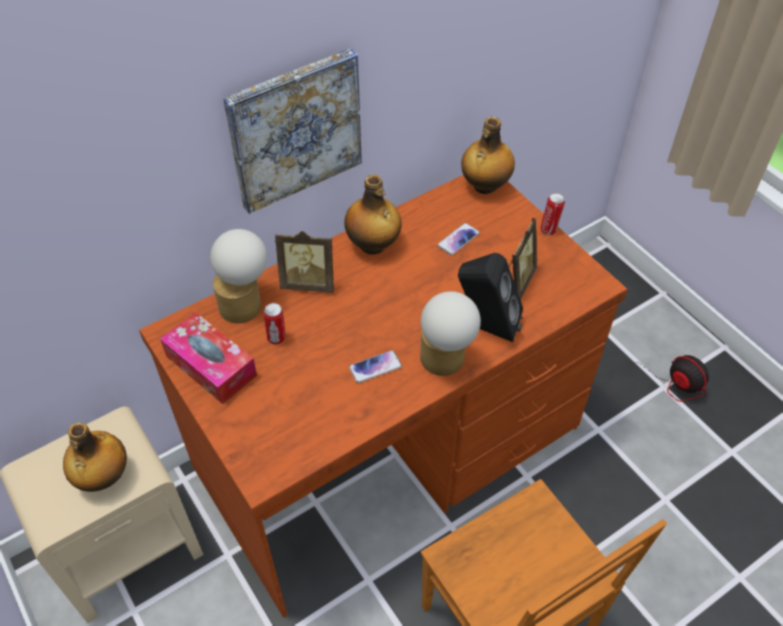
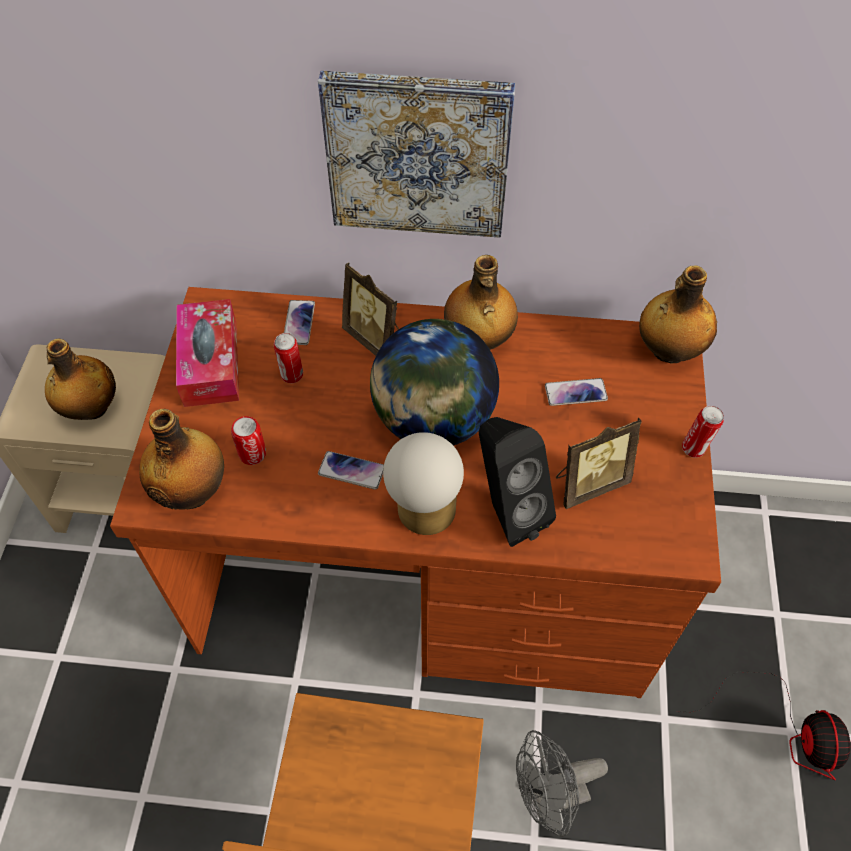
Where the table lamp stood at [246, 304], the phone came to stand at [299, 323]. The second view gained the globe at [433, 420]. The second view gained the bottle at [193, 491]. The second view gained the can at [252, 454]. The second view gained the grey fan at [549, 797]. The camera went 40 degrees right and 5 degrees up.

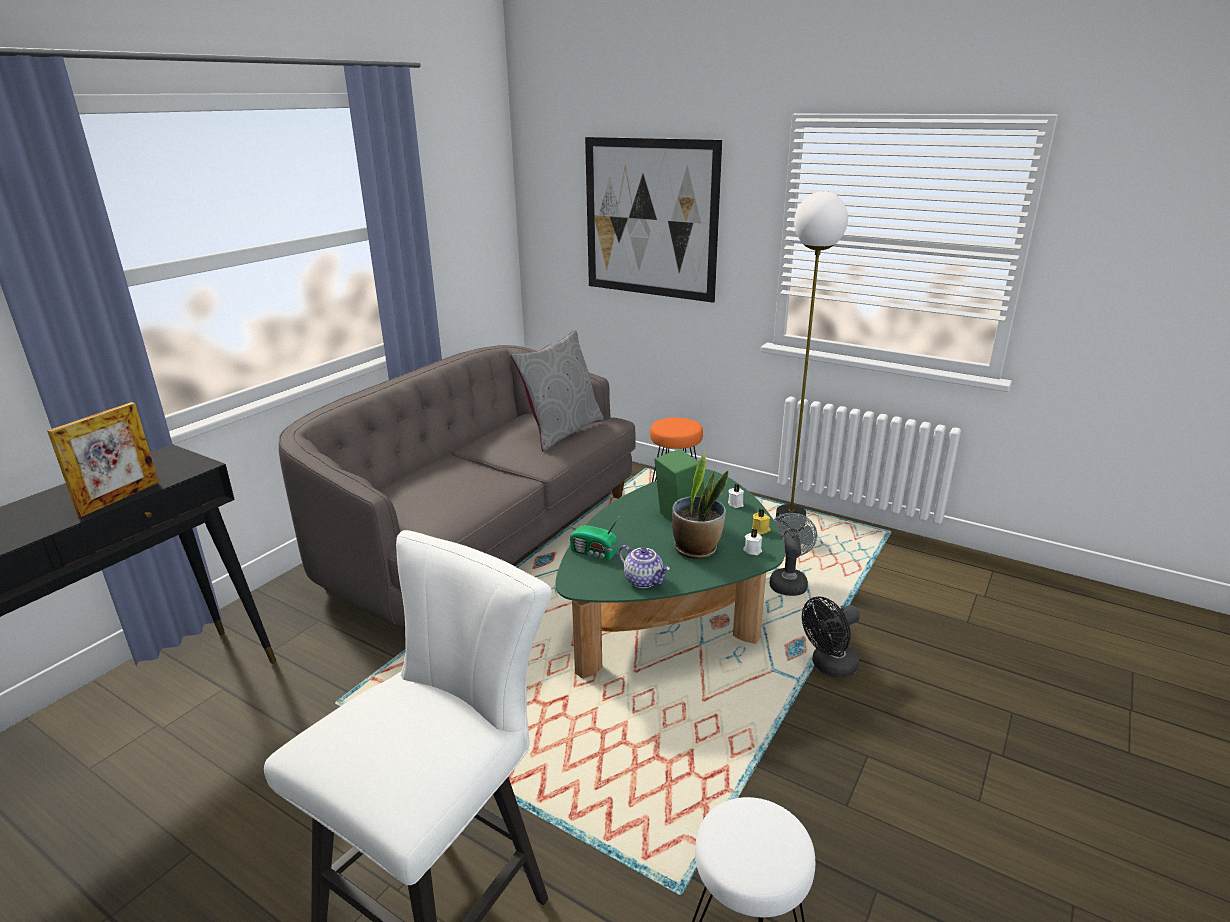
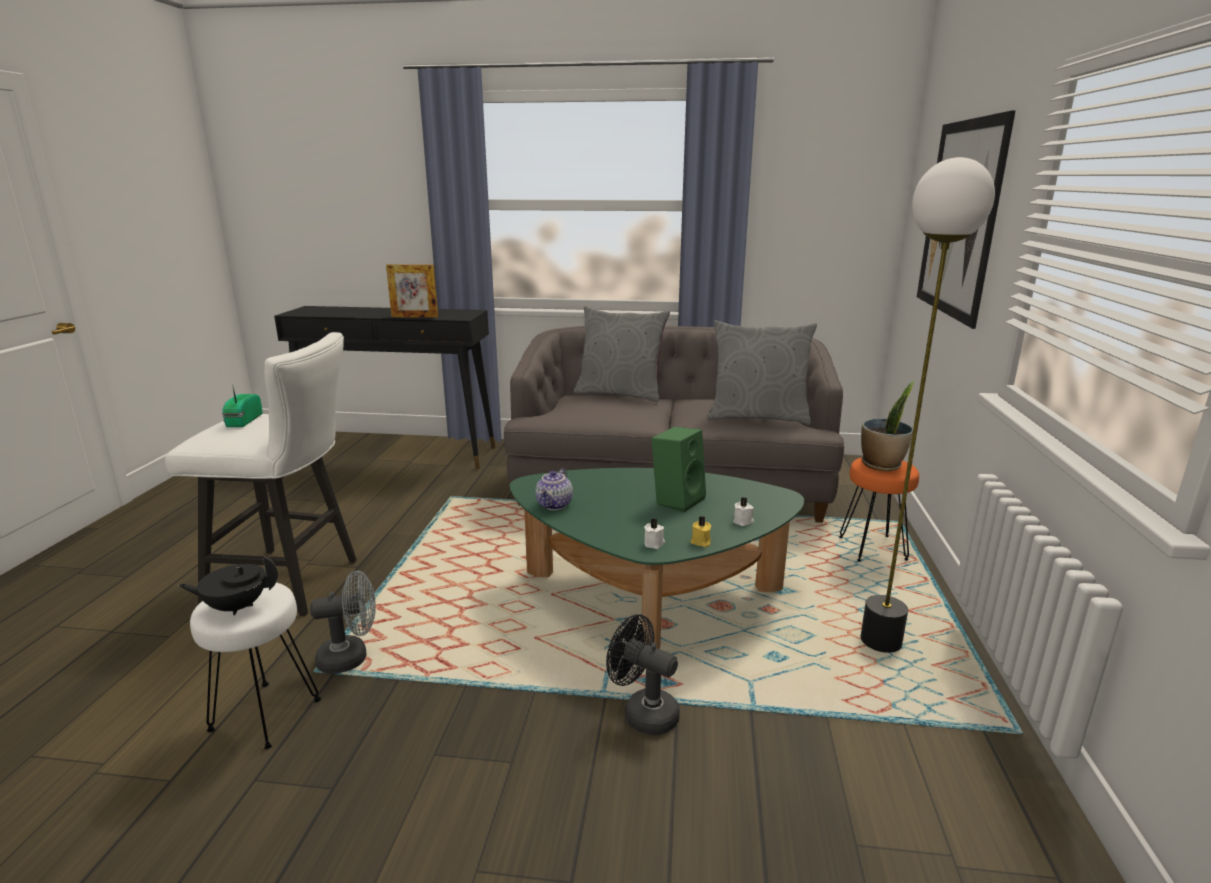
The potted plant ended up elsewhere, having gone from [696, 549] to [882, 465]. The grey fan ended up elsewhere, having gone from [787, 582] to [351, 657]. The radio ended up elsewhere, having gone from [594, 553] to [242, 421]. The second view gained the grey pillow at [620, 393]. The second view gained the black teapot at [236, 607]. The camera went 65 degrees right and 5 degrees down.

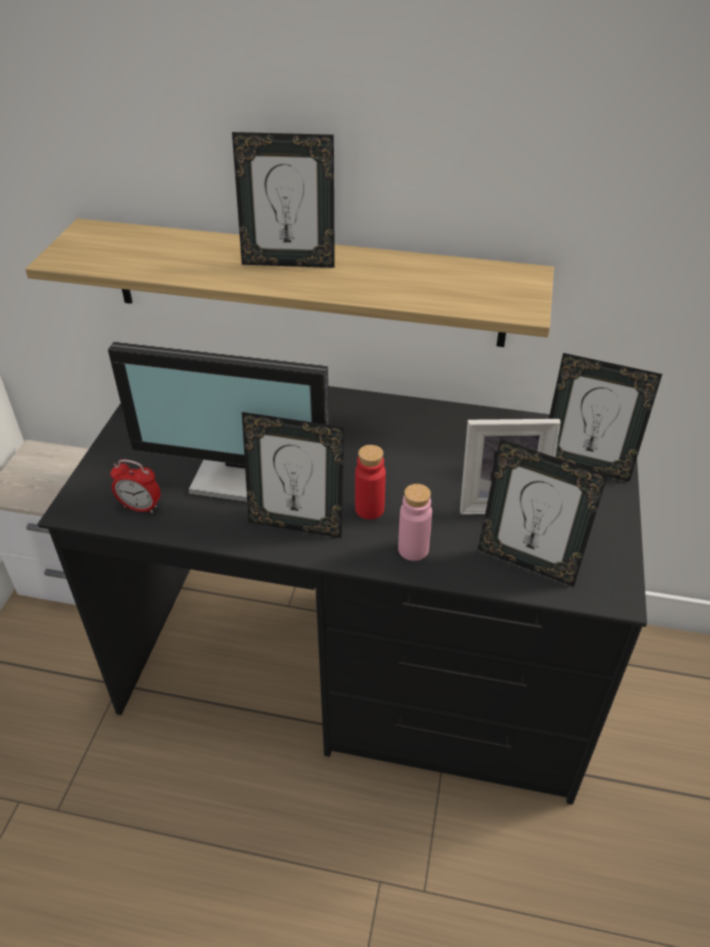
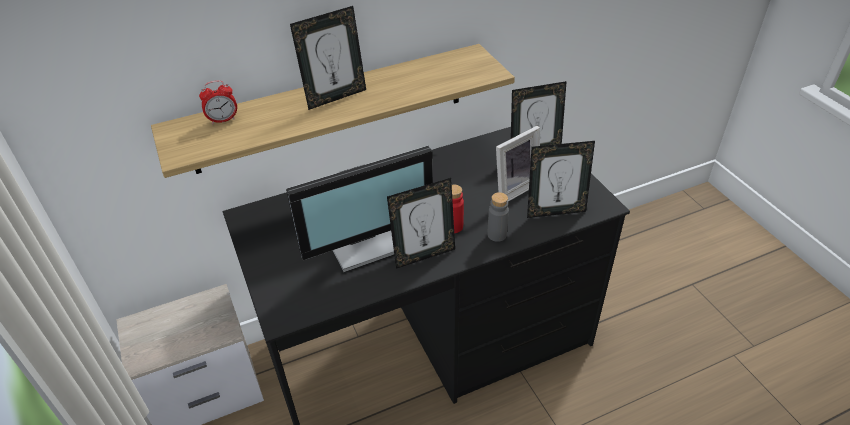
The alarm clock ended up elsewhere, having gone from [140, 507] to [223, 120]. What was the pink bottle at [413, 549] turned into the grey bottle at [497, 235]. The camera went 35 degrees left and 0 degrees up.

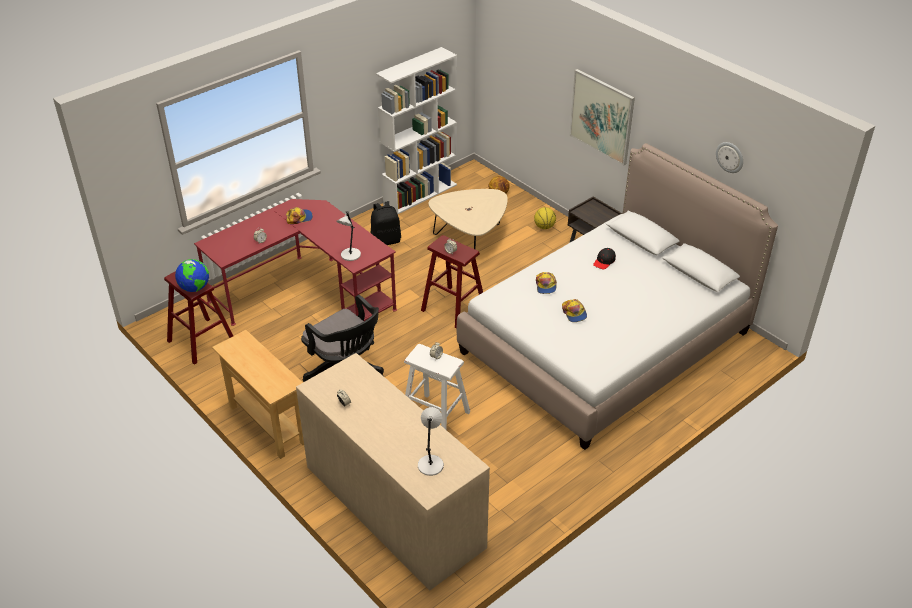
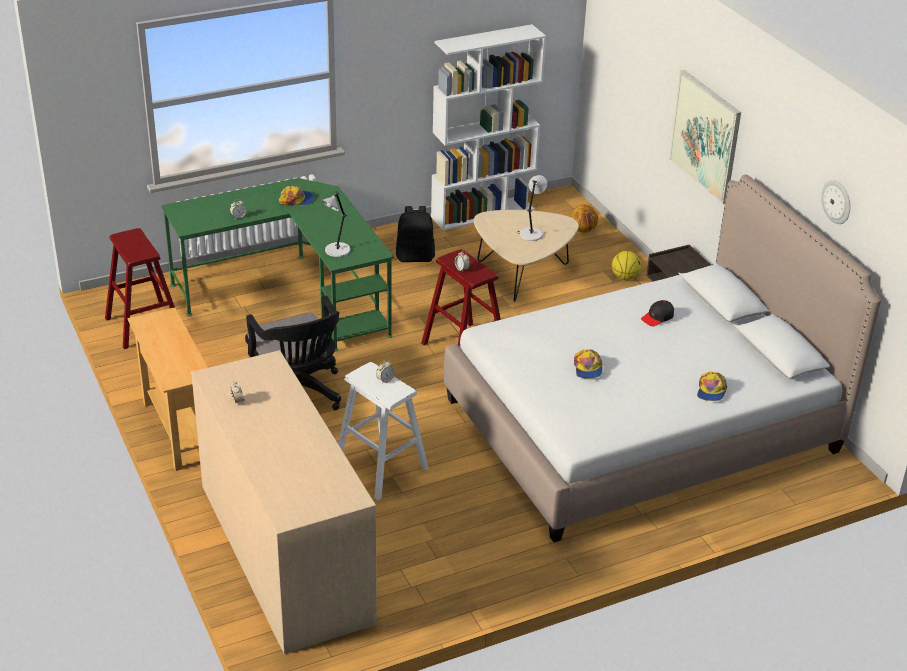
What was the red desk at [305, 292] turned into the green desk at [290, 296]. The second view lost the globe at [195, 288]. The cap ended up elsewhere, having gone from [546, 285] to [711, 391]. The grey table lamp ended up elsewhere, having gone from [430, 464] to [531, 234]. The camera went 15 degrees right and 5 degrees down.

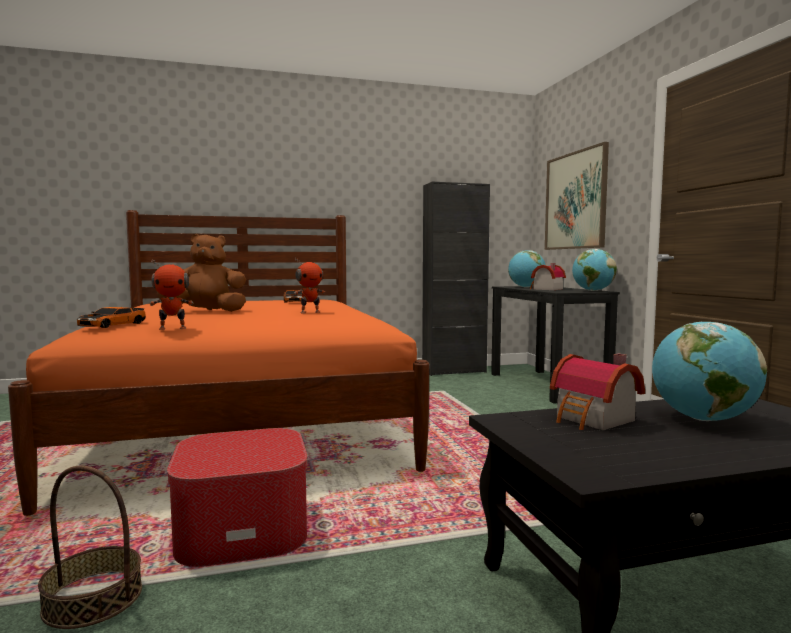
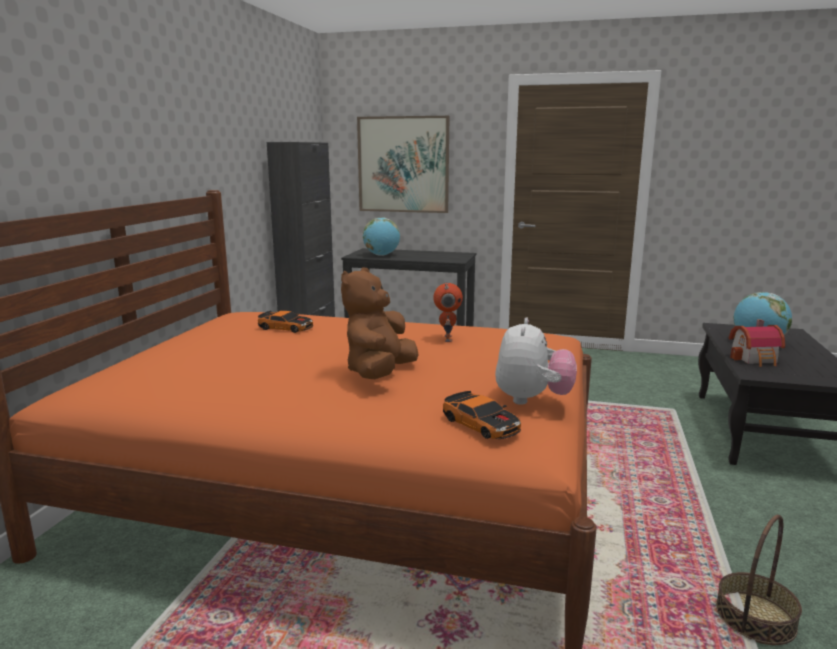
The second view lost the globe at [593, 290]. Where the toy robot stood at [173, 328], the plush toy came to stand at [532, 399]. The second view lost the toy house at [545, 289]. The second view lost the ottoman at [243, 529]. The camera went 60 degrees left and 10 degrees up.

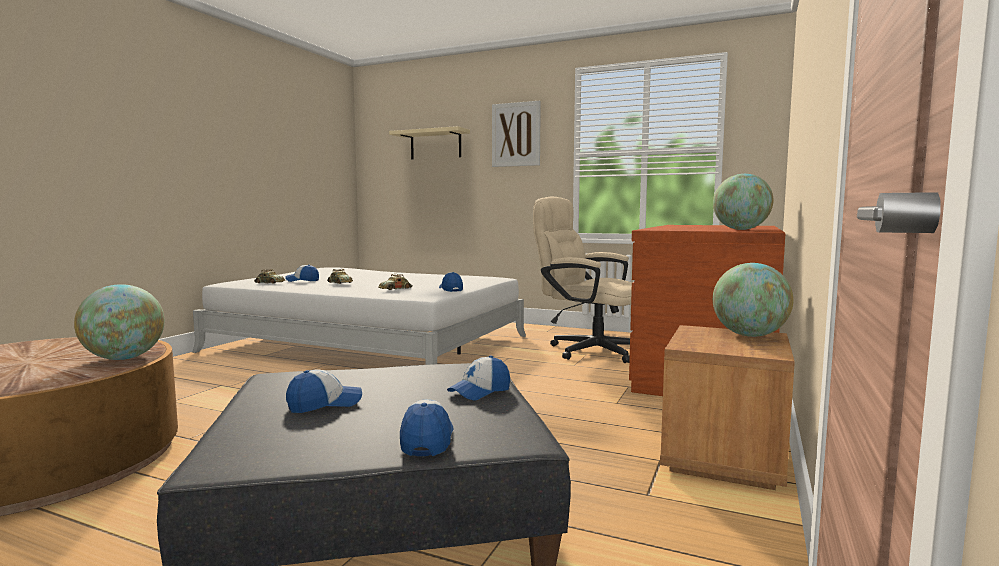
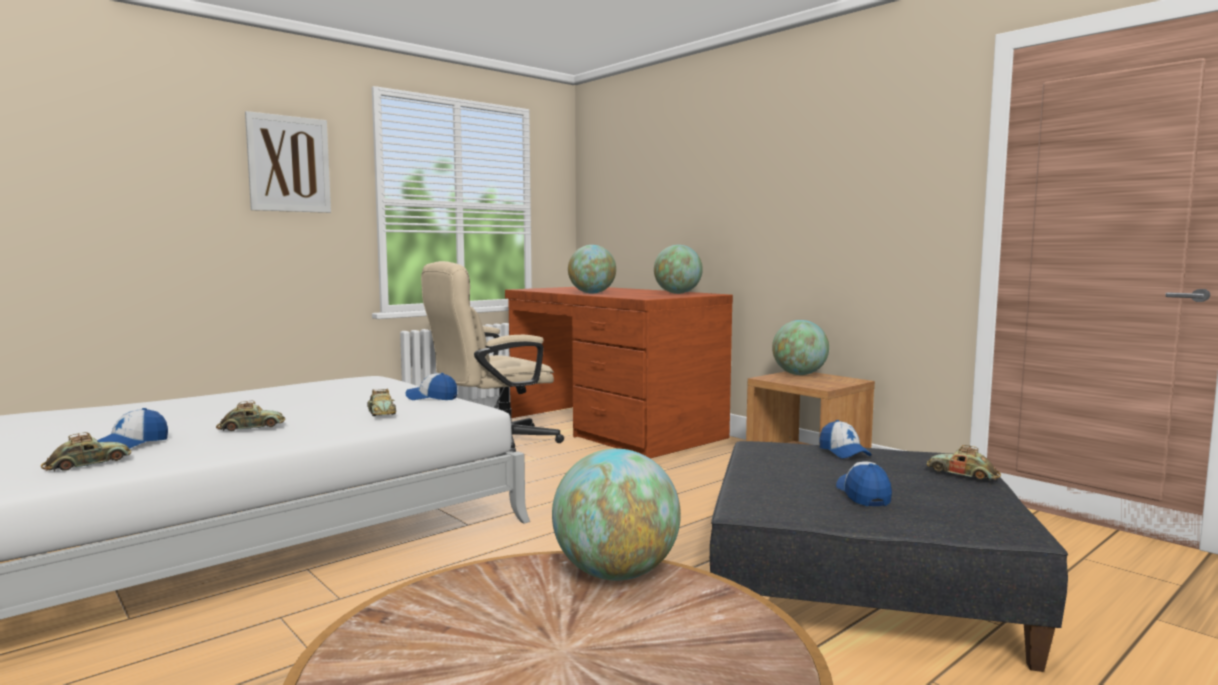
The second view lost the beige shelf at [435, 145]. Where the cap stood at [427, 439], the toy car came to stand at [962, 474]. The second view gained the globe at [592, 293]. The camera went 65 degrees left and 0 degrees up.

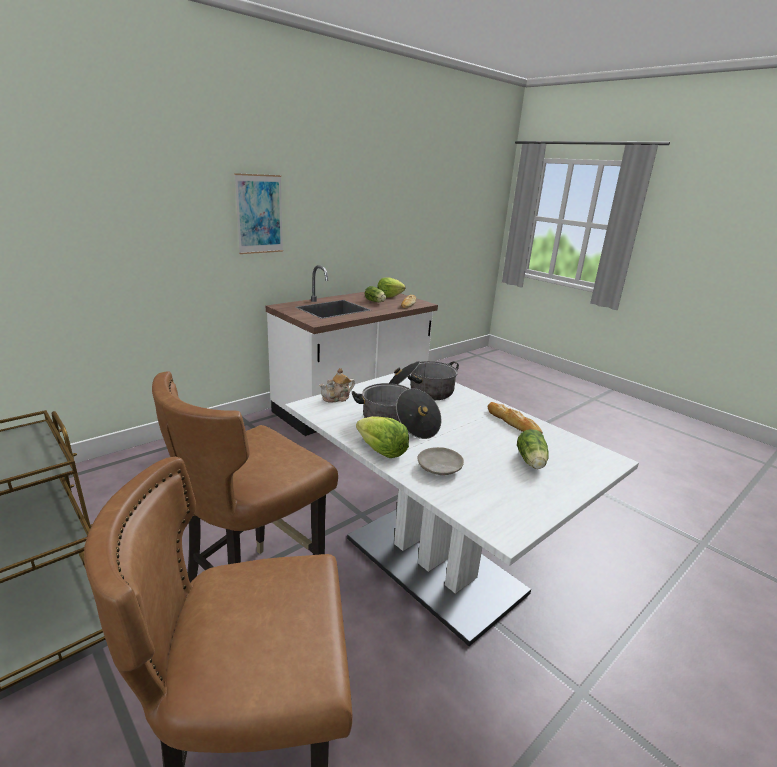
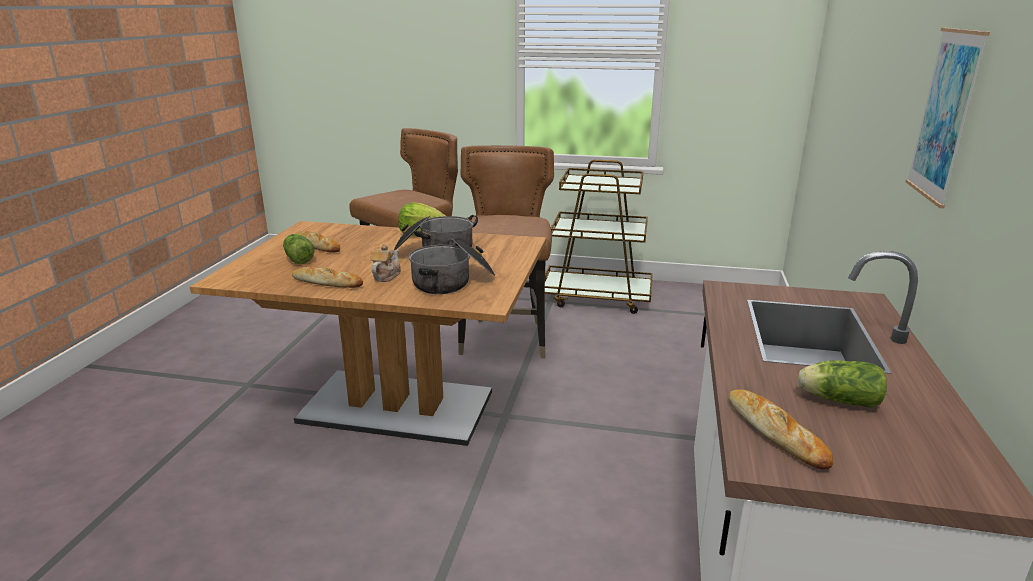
The second view lost the lettuce at [389, 296]. The teapot ended up elsewhere, having gone from [337, 398] to [386, 276]. What was the white dining table at [433, 564] turned into the brown dining table at [397, 407]. The second view lost the beige plate at [439, 468]. The second view gained the bread at [317, 246]. The camera went 145 degrees right and 0 degrees up.

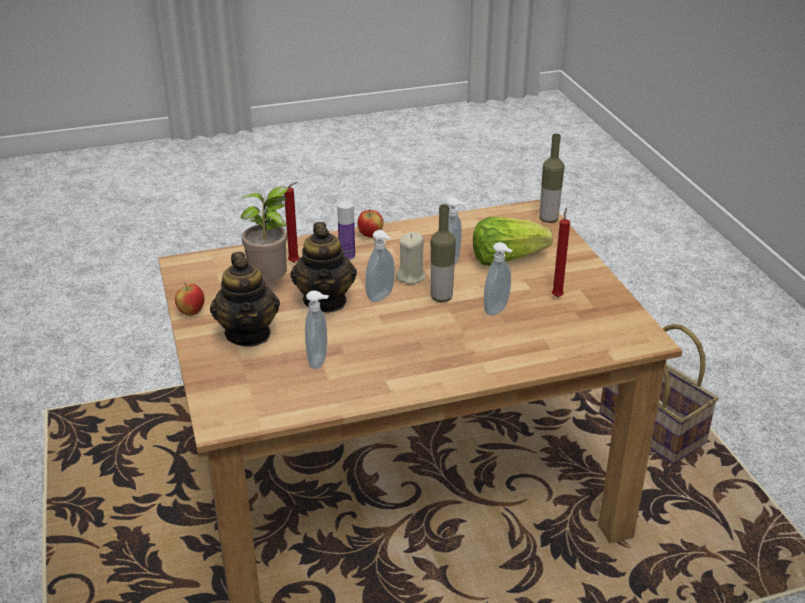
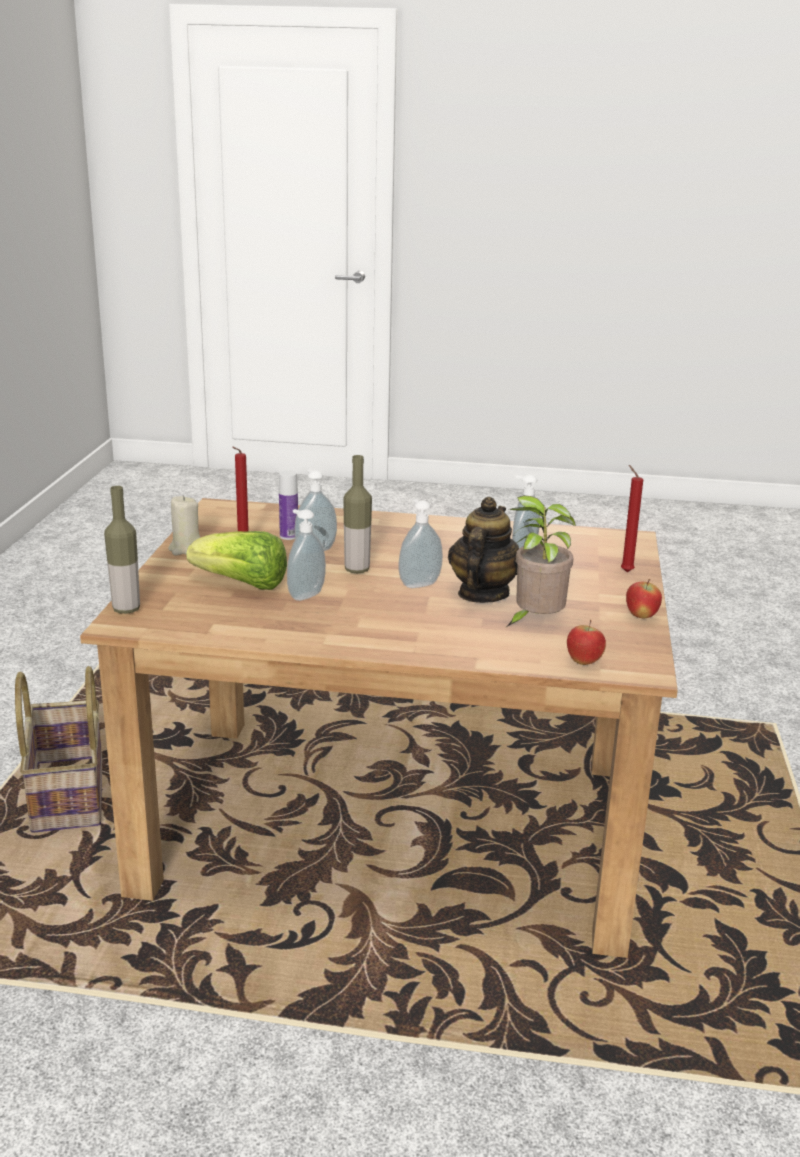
The red candle ended up elsewhere, having gone from [295, 263] to [625, 571]. The bottle ended up elsewhere, having gone from [347, 256] to [289, 536]. The apple ended up elsewhere, having gone from [370, 235] to [583, 662]. The beige candle ended up elsewhere, having gone from [411, 276] to [186, 549]. The second view lost the teapot at [248, 334]. The camera went 155 degrees left and 10 degrees down.

